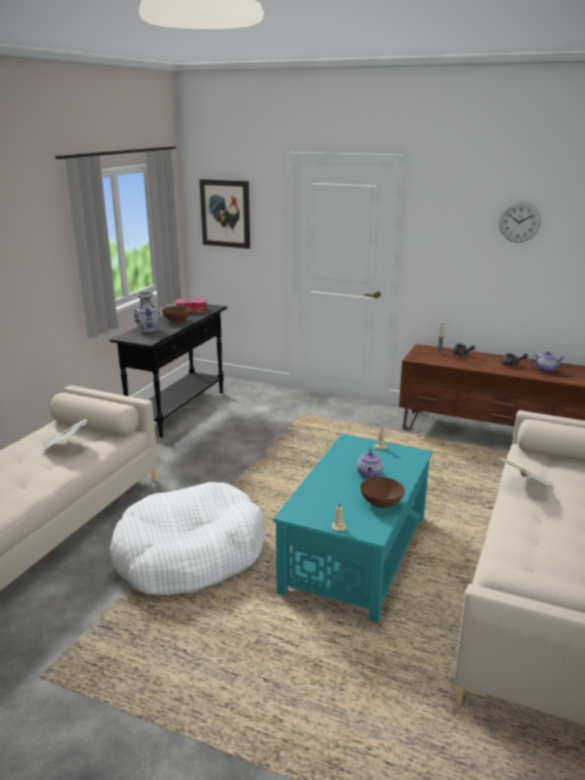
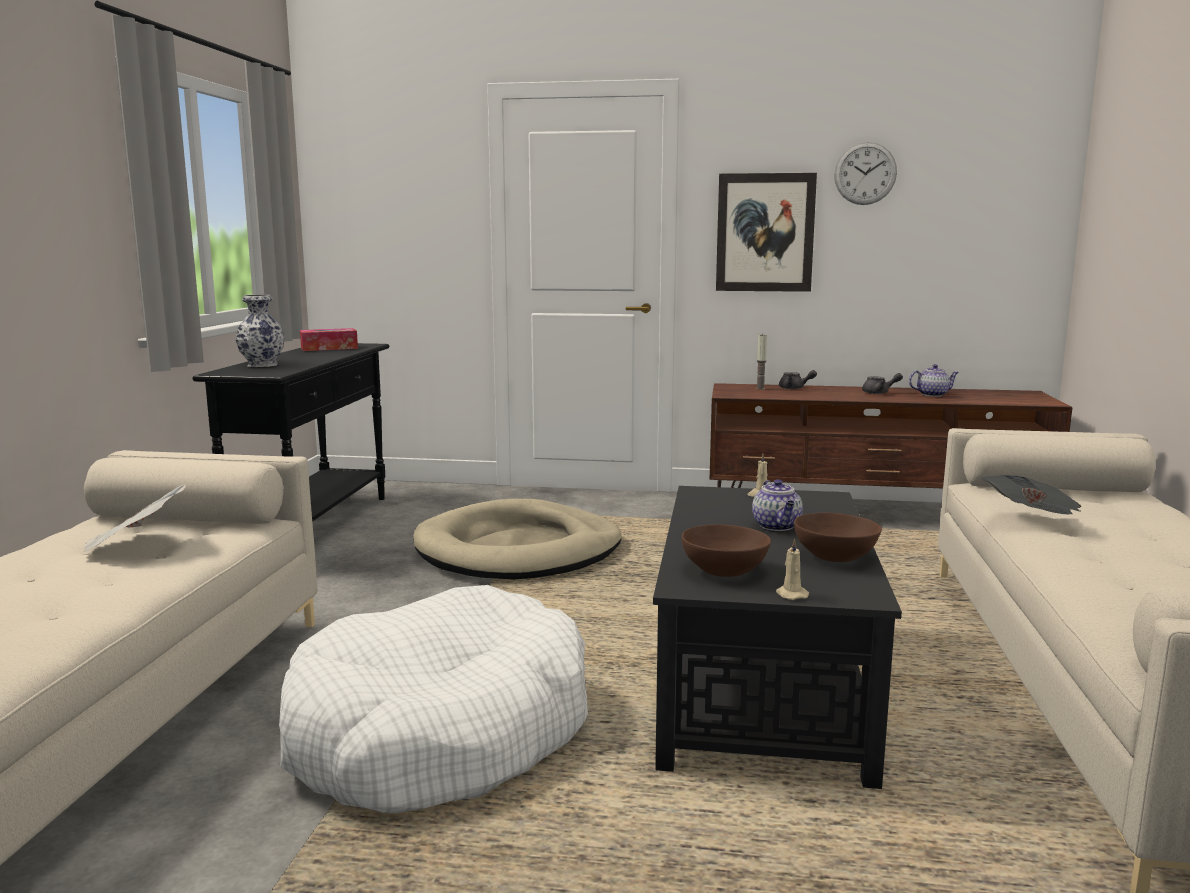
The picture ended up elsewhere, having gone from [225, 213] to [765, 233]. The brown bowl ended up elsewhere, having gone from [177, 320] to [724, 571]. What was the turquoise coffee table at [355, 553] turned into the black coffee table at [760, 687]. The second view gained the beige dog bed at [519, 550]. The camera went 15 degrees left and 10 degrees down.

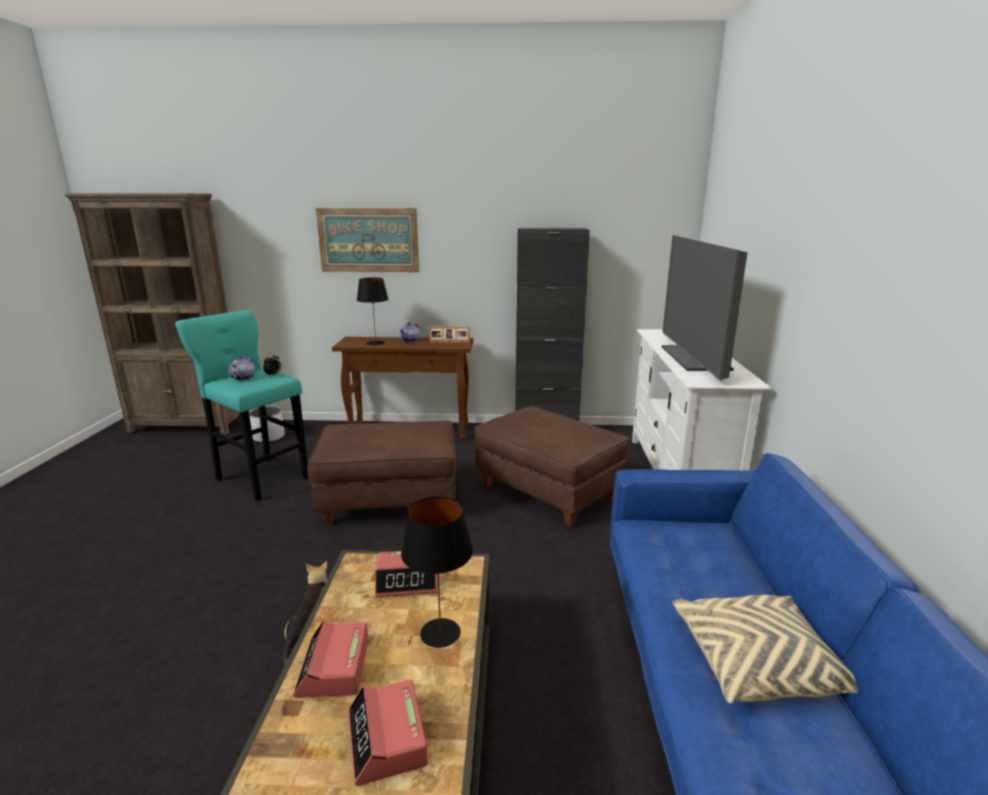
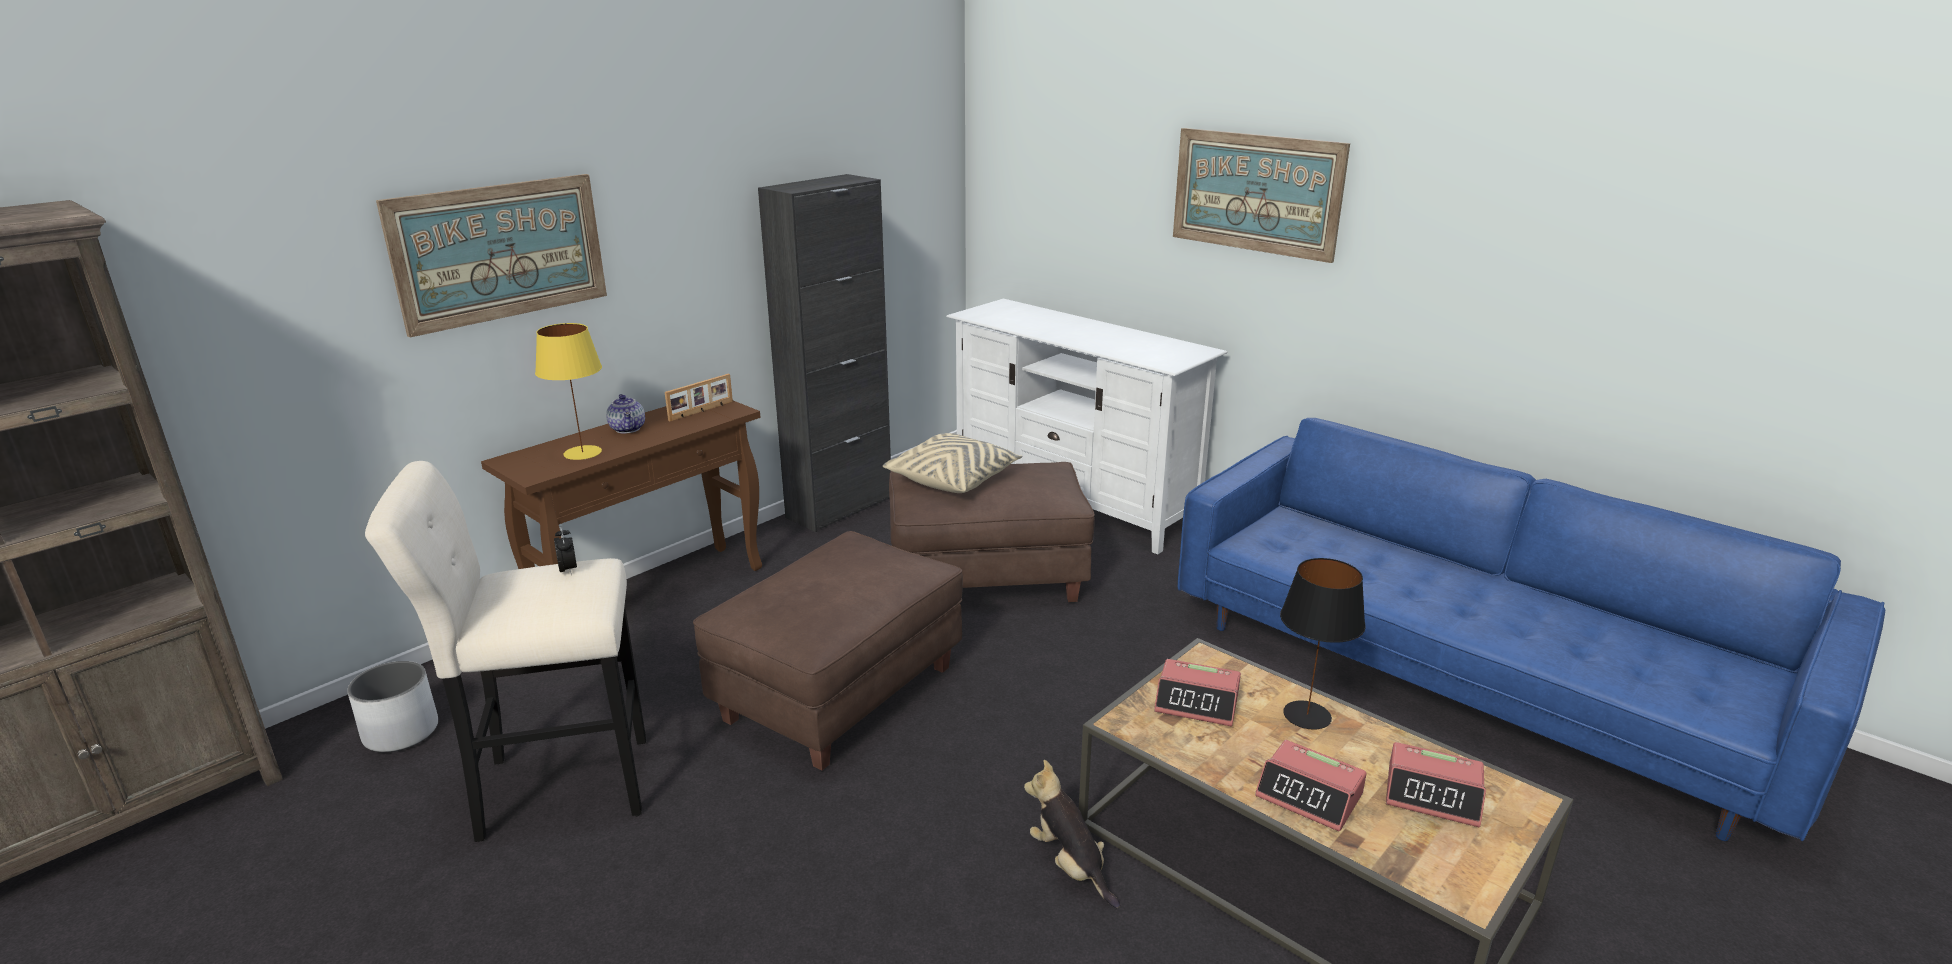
The second view lost the television at [694, 358]. What was the black table lamp at [376, 343] turned into the yellow table lamp at [583, 452]. What was the turquoise stool at [260, 477] turned into the beige stool at [554, 788]. The second view lost the teapot at [243, 378]. The alarm clock at [407, 580] ended up facing another way, 75 degrees clockwise from before. The beige pillow ended up elsewhere, having gone from [757, 663] to [953, 479]. The second view gained the picture at [1256, 193]. The camera went 50 degrees left and 5 degrees up.

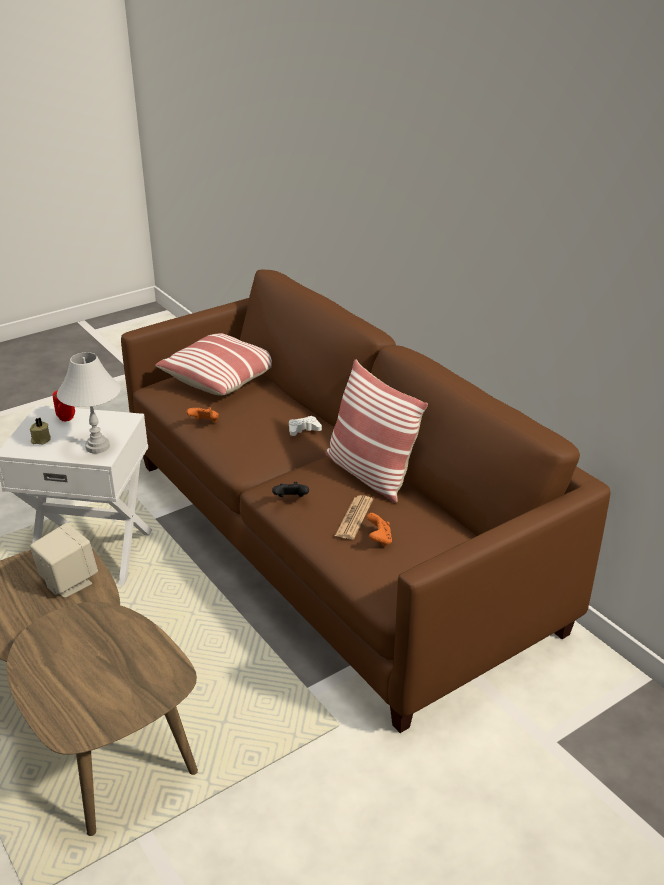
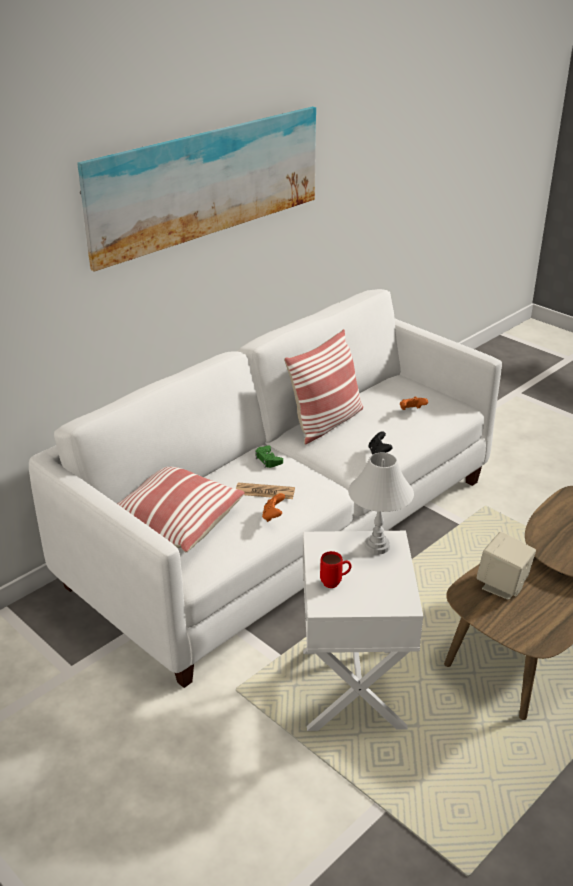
What was the brown sofa at [333, 541] turned into the white sofa at [286, 530]. What was the white game controller at [303, 430] turned into the green game controller at [268, 460]. The second view lost the beige candle at [40, 440]. The newspaper ended up elsewhere, having gone from [354, 518] to [265, 492]. The second view gained the picture at [205, 181]. The camera went 100 degrees left and 0 degrees up.

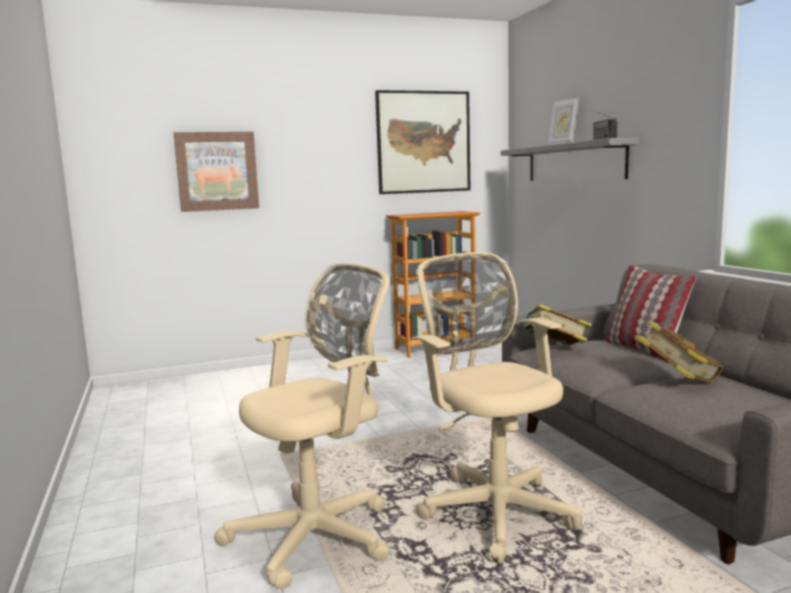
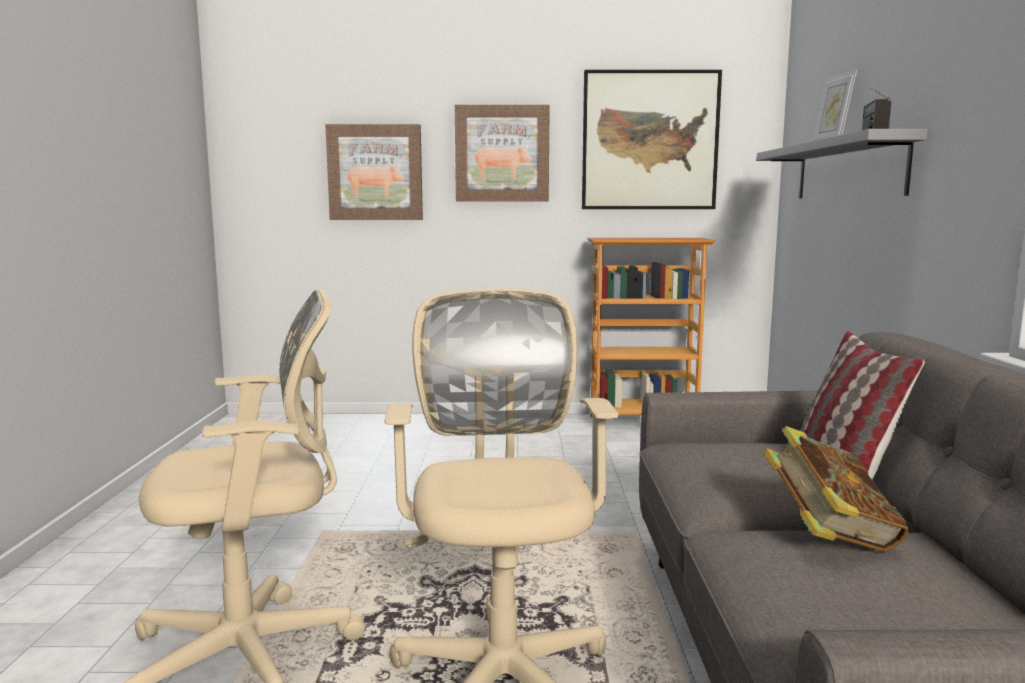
The second view lost the book at [553, 349]. The second view gained the picture at [502, 154]. The camera went 20 degrees right and 0 degrees up.

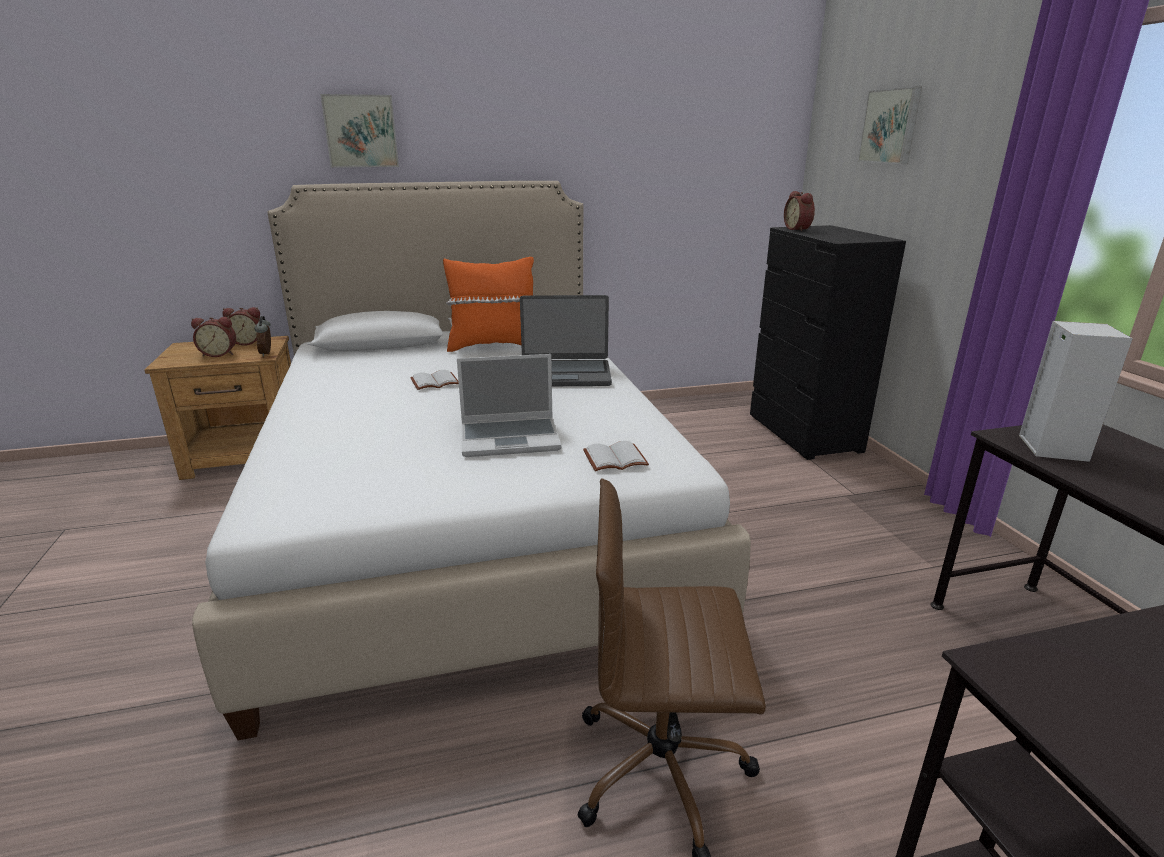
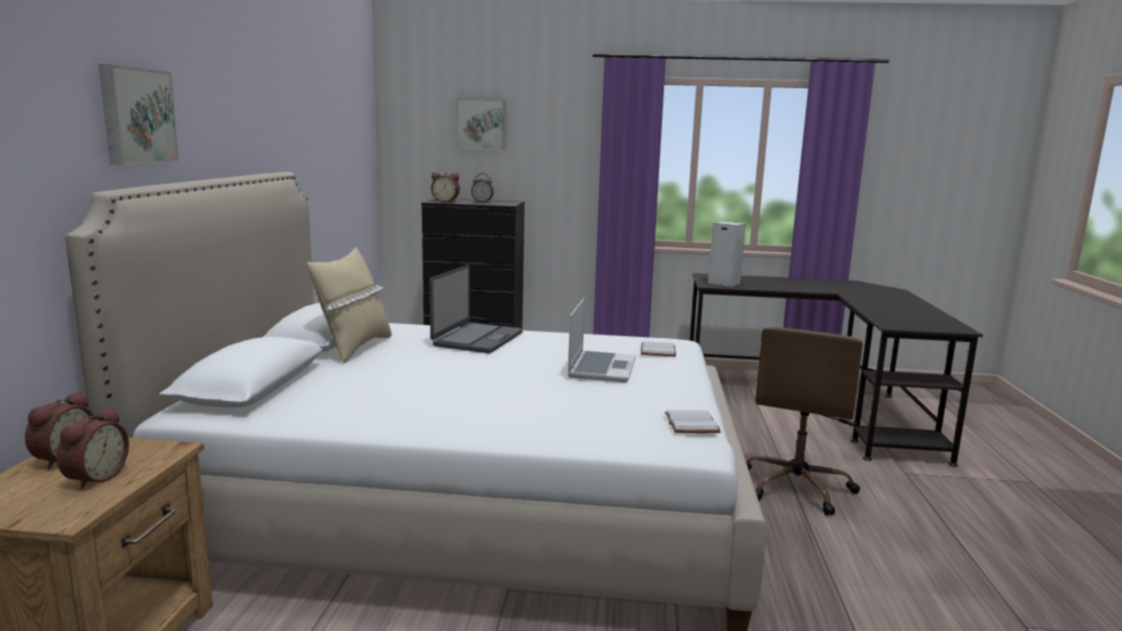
What was the orange pillow at [493, 346] turned into the beige pillow at [353, 348]. The alarm clock ended up elsewhere, having gone from [267, 353] to [482, 202]. The white book ended up elsewhere, having gone from [434, 383] to [693, 424]. The camera went 70 degrees left and 10 degrees down.

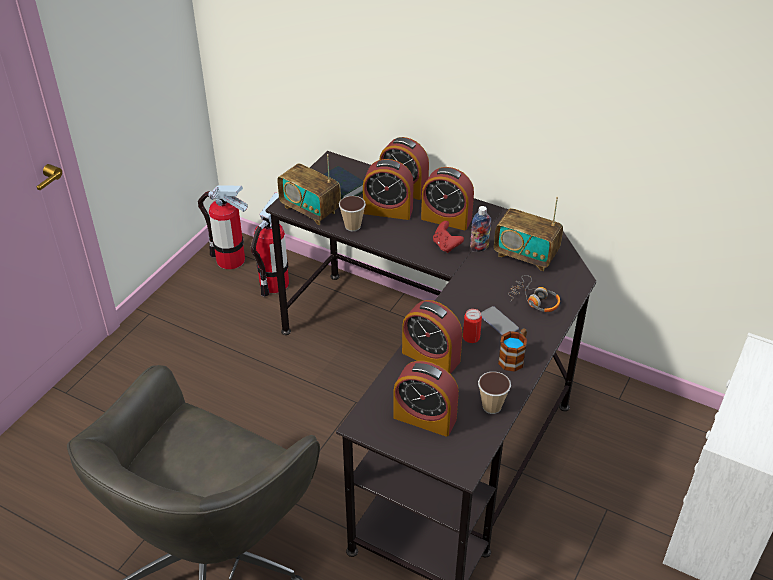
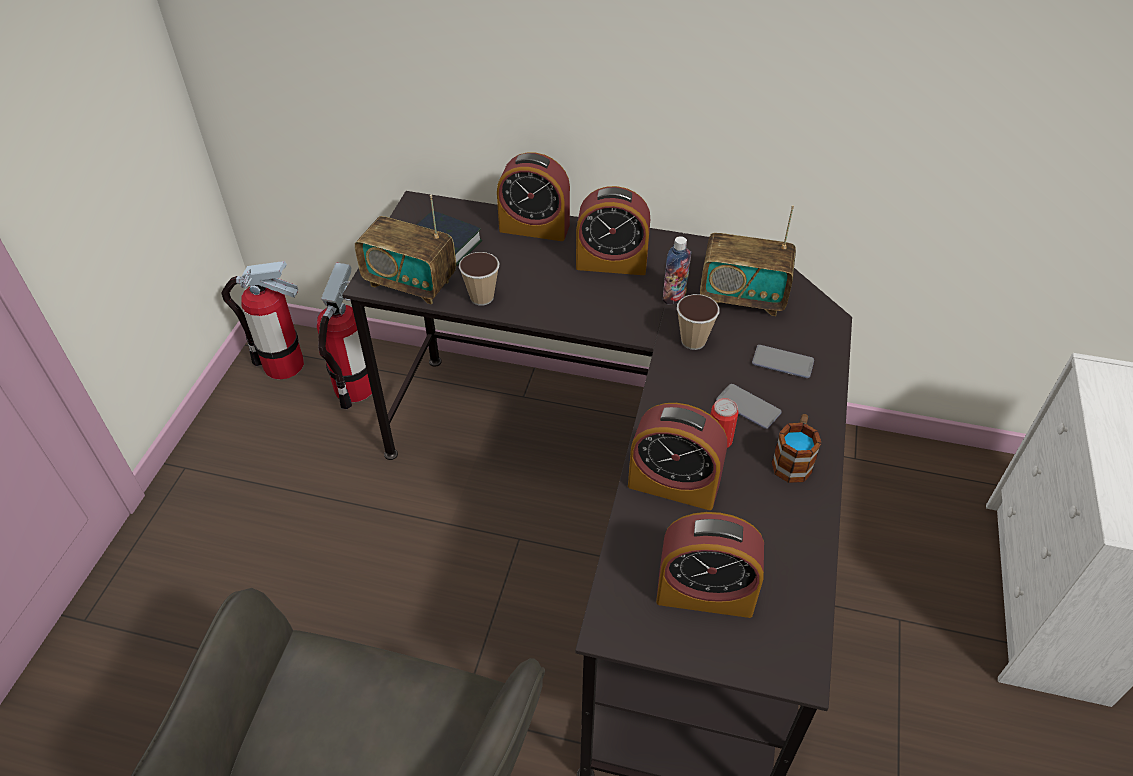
The second view lost the alarm clock at [388, 210]. The second view lost the red game controller at [446, 245]. Where the headphones stood at [534, 300], the phone came to stand at [782, 362]. The cup ended up elsewhere, having gone from [491, 406] to [693, 341]. The camera went 15 degrees left and 5 degrees up.

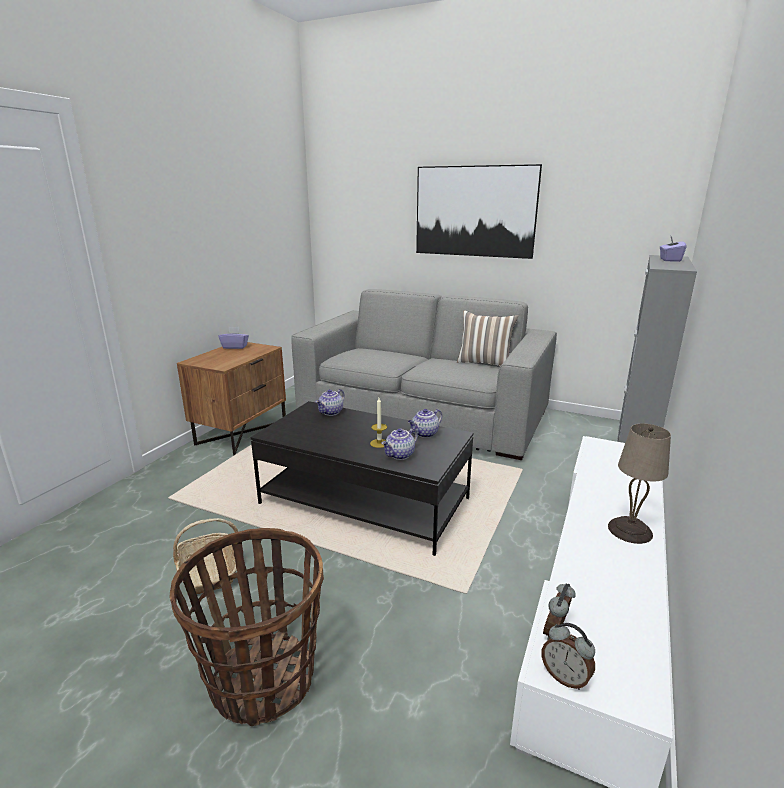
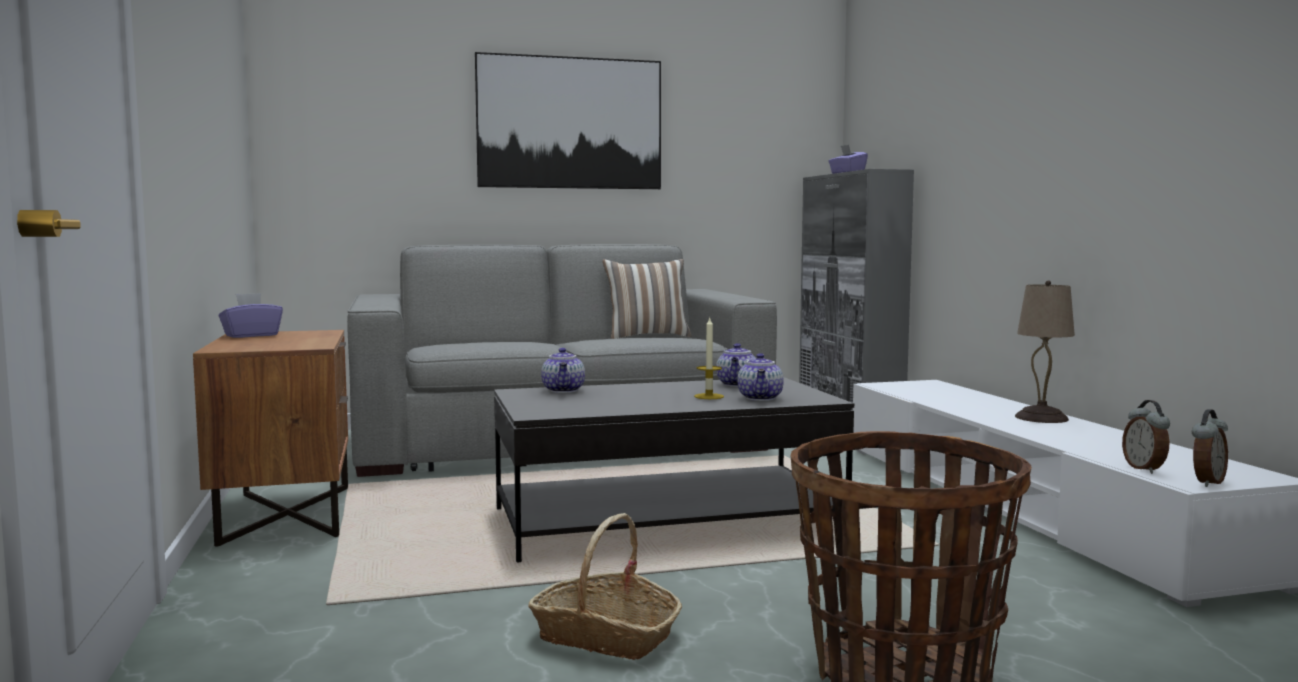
The alarm clock at [565, 677] ended up facing another way, 45 degrees counterclockwise from before. The camera went 40 degrees left and 15 degrees down.

